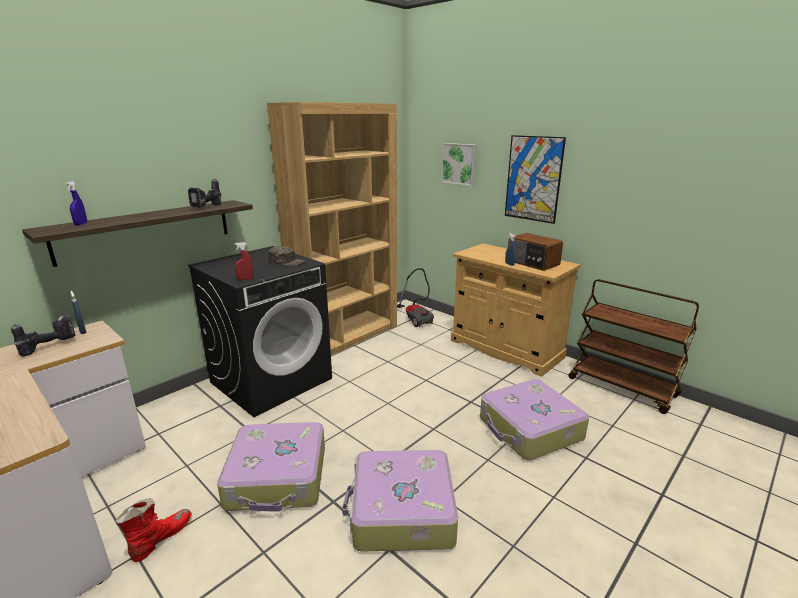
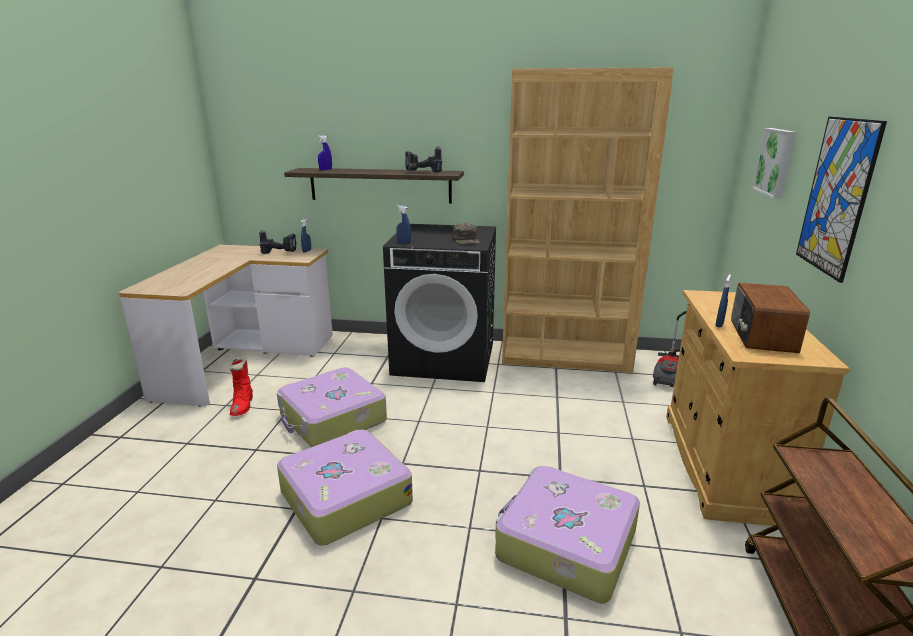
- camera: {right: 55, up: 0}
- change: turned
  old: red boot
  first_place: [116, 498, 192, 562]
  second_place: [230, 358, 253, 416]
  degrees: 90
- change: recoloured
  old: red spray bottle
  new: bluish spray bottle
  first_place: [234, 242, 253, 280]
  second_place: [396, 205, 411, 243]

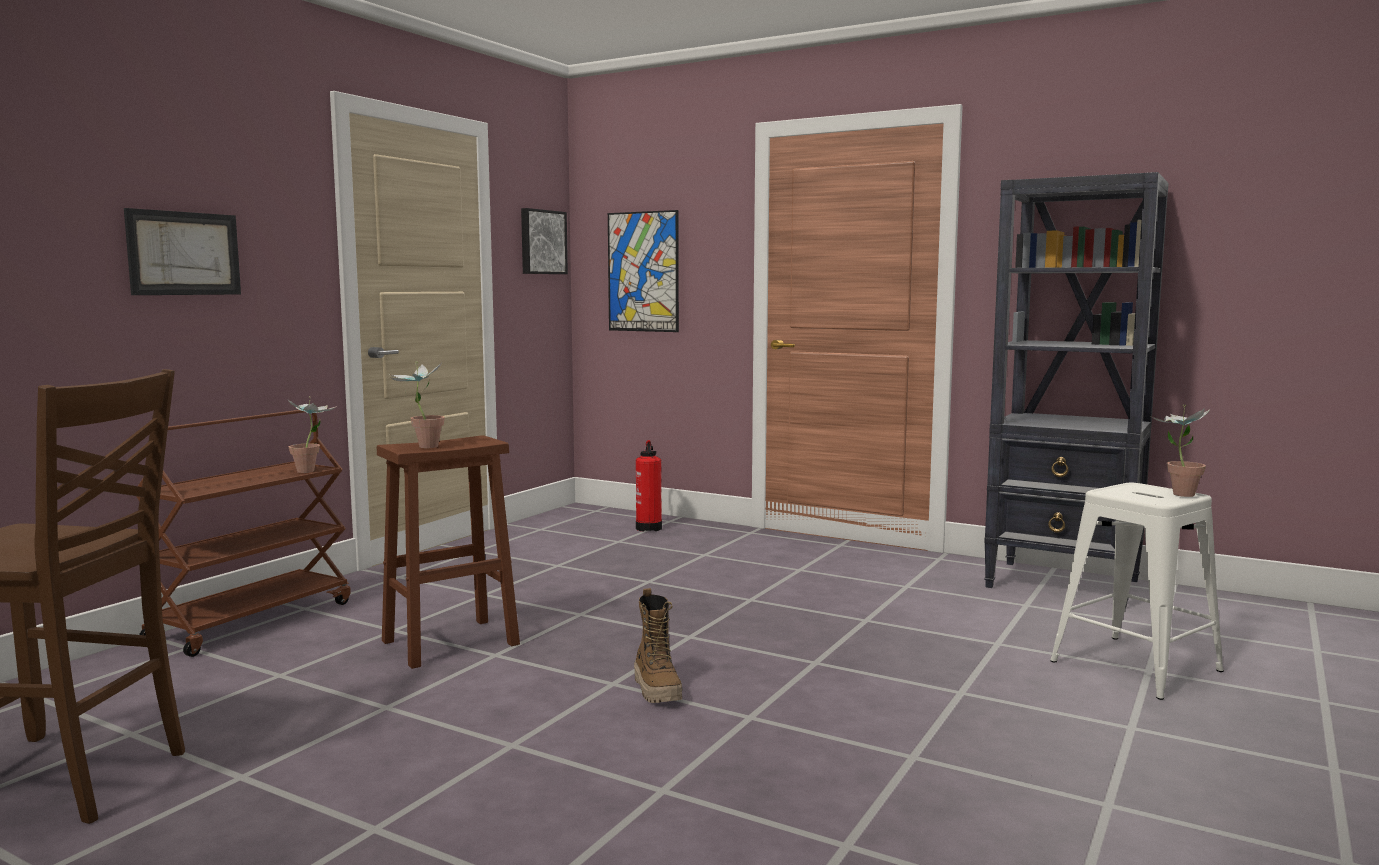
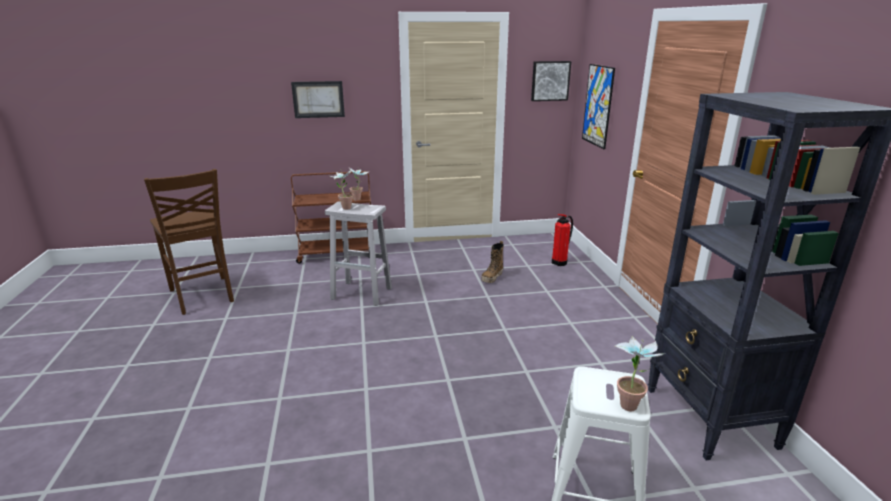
- camera: {right: 50, up: 15}
- change: recoloured
  old: brownish sitting stool
  new: white-coloured sitting stool
  first_place: [377, 435, 520, 669]
  second_place: [325, 201, 392, 306]
- change: moved
  old: boot
  first_place: [634, 588, 682, 703]
  second_place: [481, 241, 504, 283]

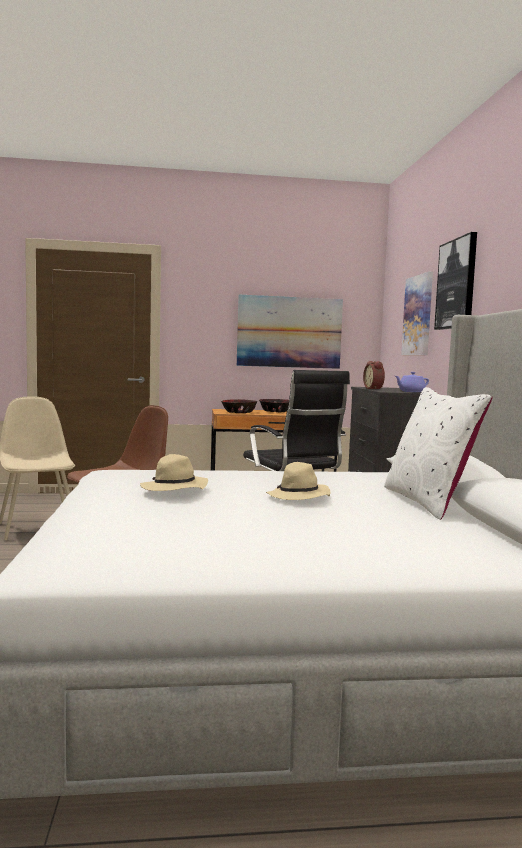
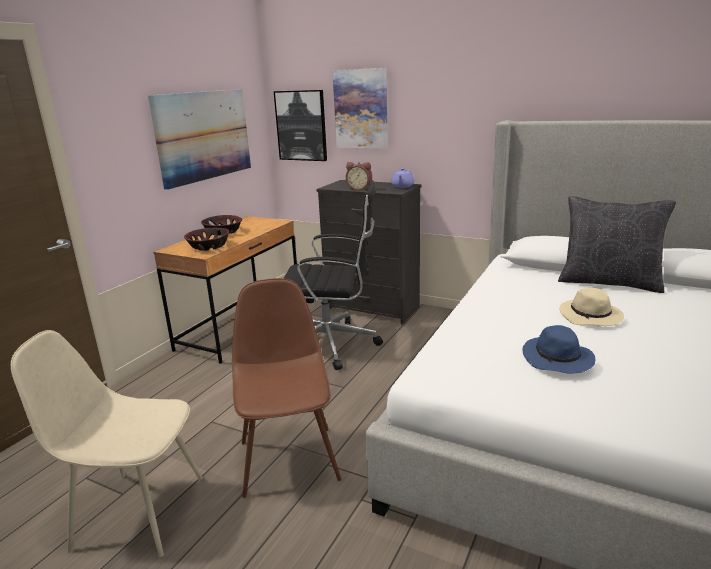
- camera: {right: -55, up: 15}
- change: moved
  old: picture
  first_place: [434, 232, 477, 330]
  second_place: [274, 90, 327, 161]
- change: recoloured
  old: beige clothing hat
  new: bluish clothing hat
  first_place: [140, 454, 208, 491]
  second_place: [522, 325, 596, 373]
- change: recoloured
  old: white-coloured cushion
  new: black-coloured cushion
  first_place: [384, 387, 493, 520]
  second_place: [558, 196, 676, 293]

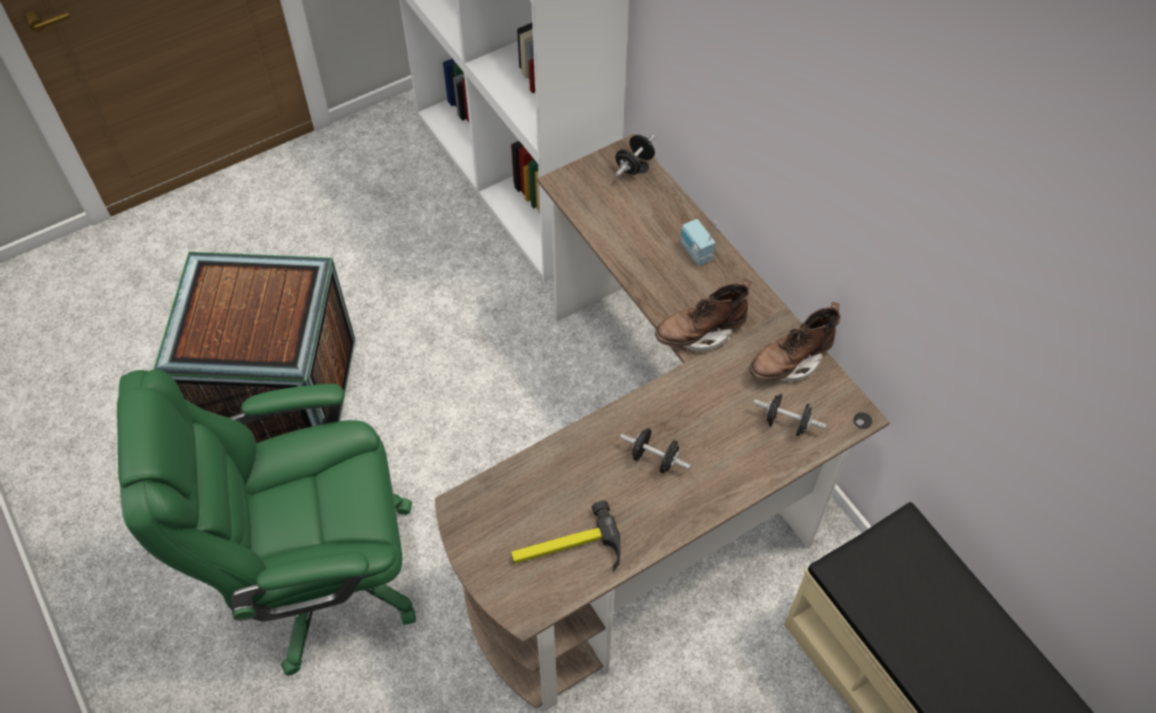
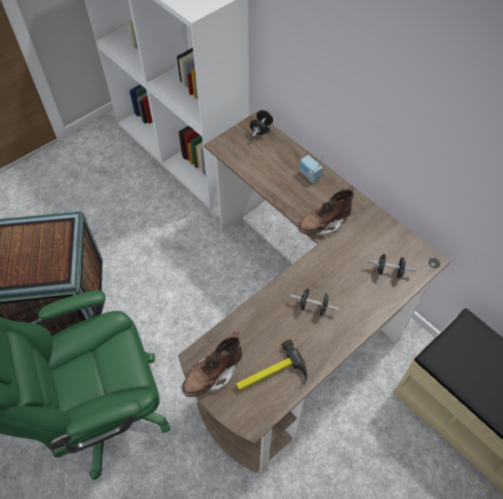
- camera: {right: -10, up: 0}
- change: moved
  old: brownish boot
  first_place: [750, 302, 841, 382]
  second_place: [181, 332, 242, 397]

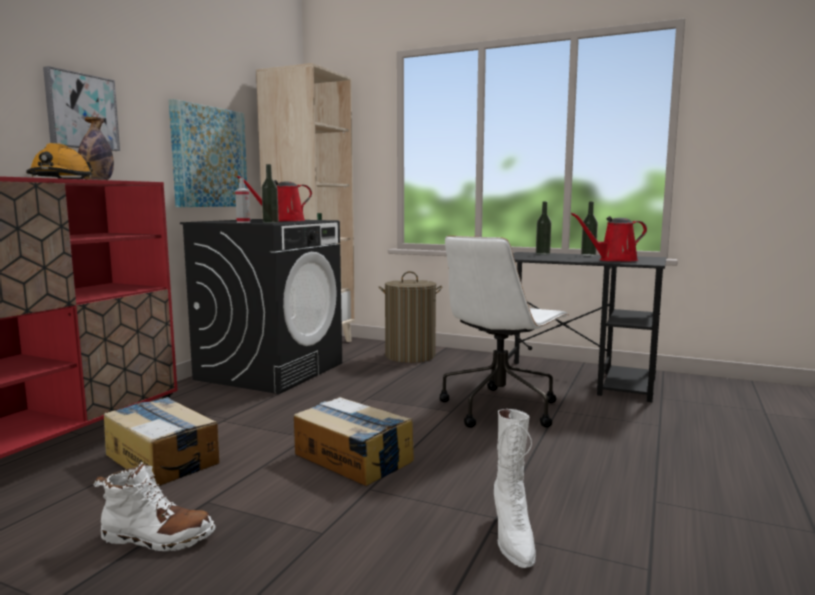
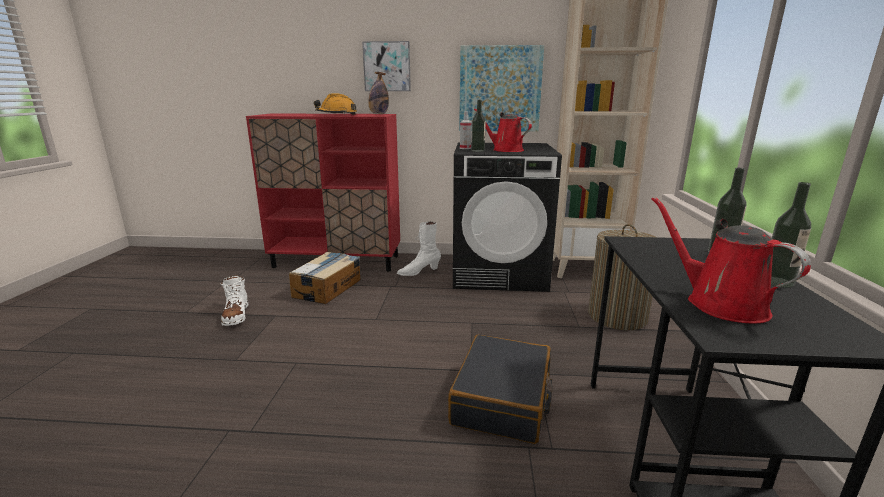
- camera: {right: 70, up: 10}
- change: moved
  old: white-coloured boot
  first_place: [494, 409, 536, 568]
  second_place: [397, 221, 441, 276]
- change: replaced
  old: white-coloured desk chair
  new: black-coloured piece of luggage
  first_place: [440, 236, 569, 428]
  second_place: [448, 335, 553, 444]
- change: removed
  old: cardboard box
  first_place: [294, 397, 414, 486]

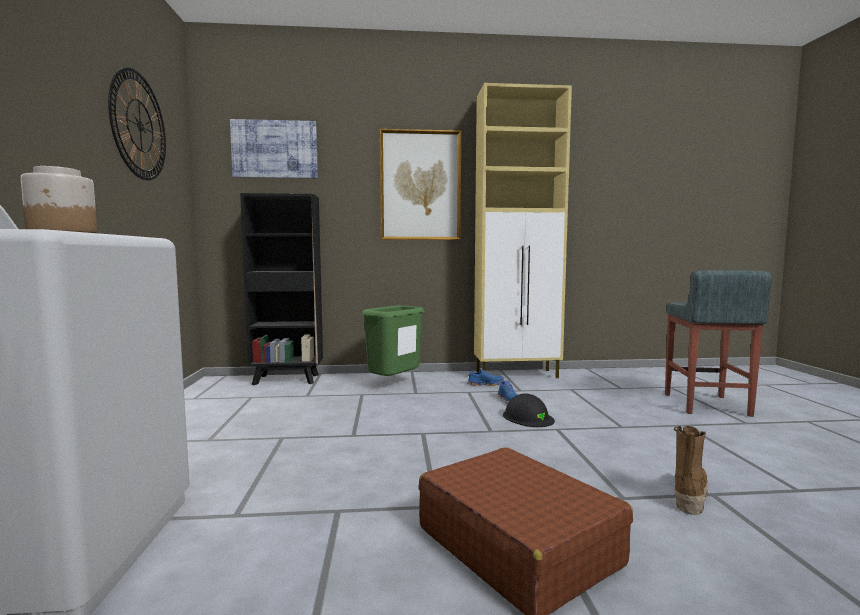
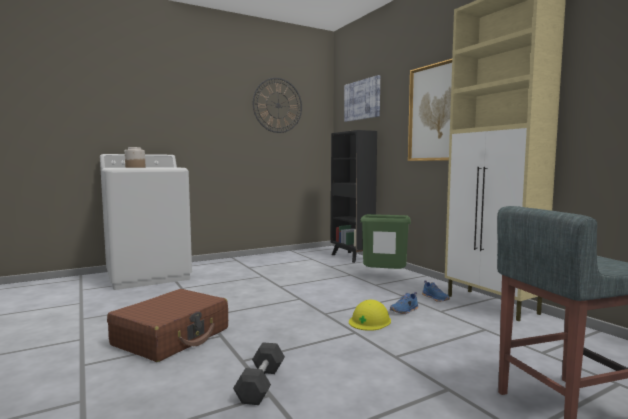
- camera: {right: 65, up: 0}
- change: replaced
  old: boot
  new: black-coloured dumbbell
  first_place: [674, 426, 708, 515]
  second_place: [233, 342, 285, 405]
- change: recoloured
  old: black-coloured hard hat
  new: yellow-coloured hard hat
  first_place: [503, 393, 555, 427]
  second_place: [349, 300, 391, 331]

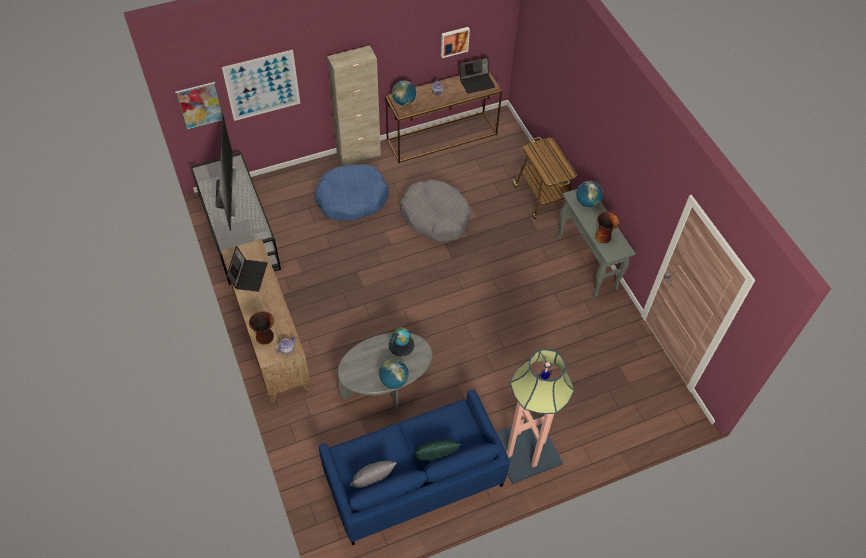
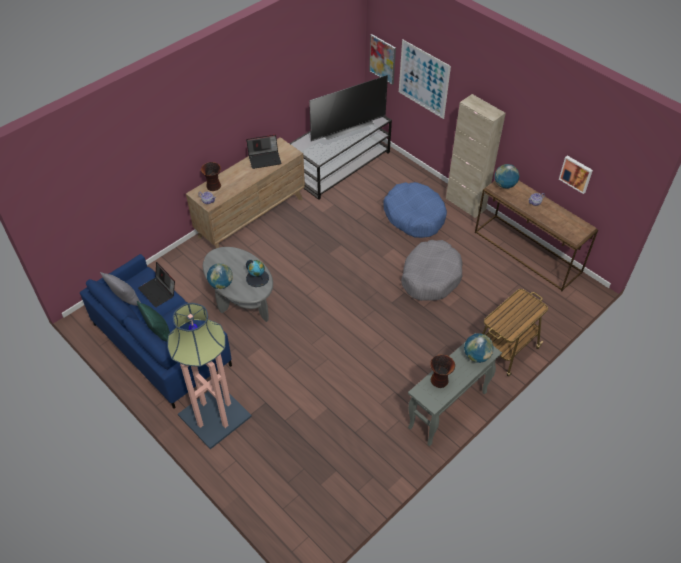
- camera: {right: 70, up: -5}
- change: moved
  old: laptop
  first_place: [459, 57, 495, 94]
  second_place: [138, 262, 175, 307]

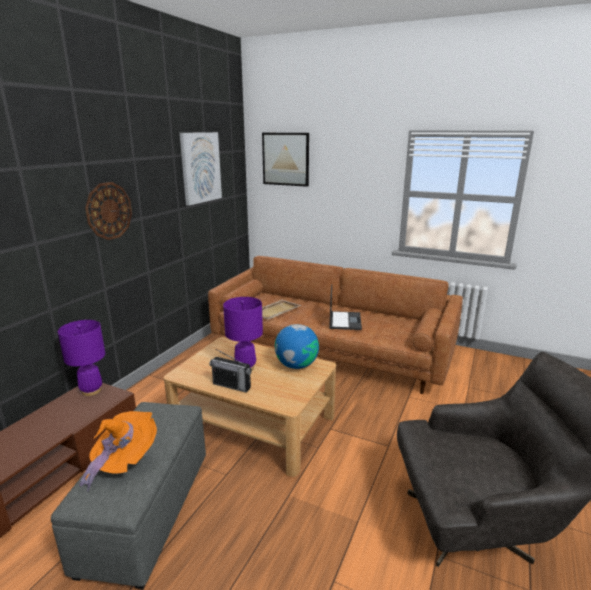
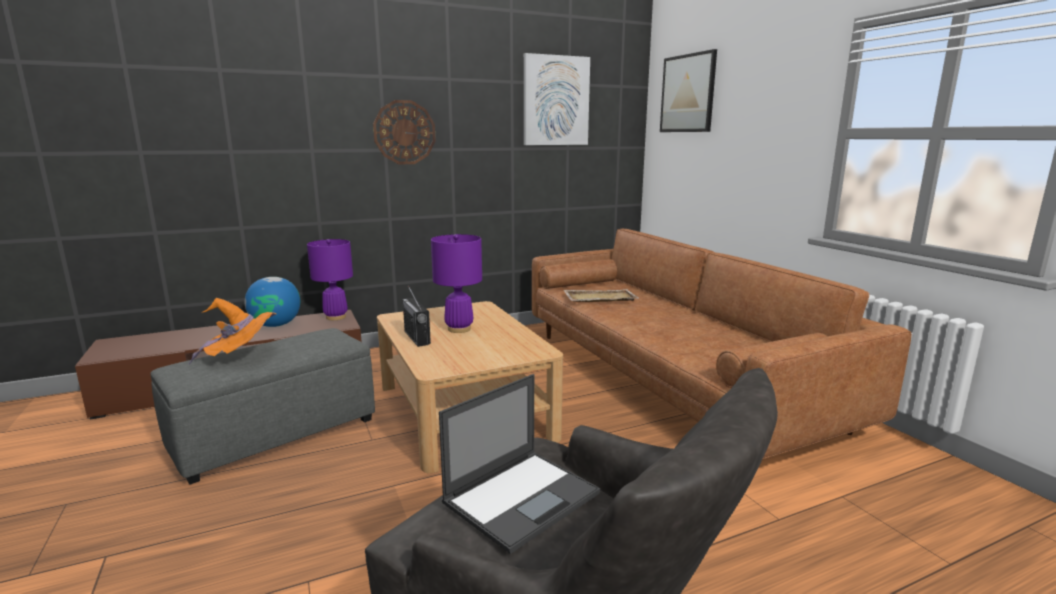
- camera: {right: 40, up: -5}
- change: moved
  old: desk globe
  first_place: [275, 324, 319, 369]
  second_place: [245, 277, 300, 327]
- change: moved
  old: laptop
  first_place: [329, 284, 362, 330]
  second_place: [439, 374, 600, 554]

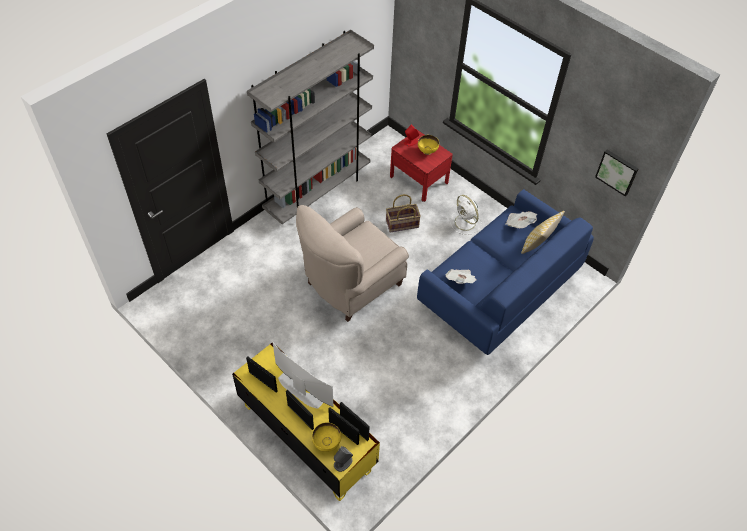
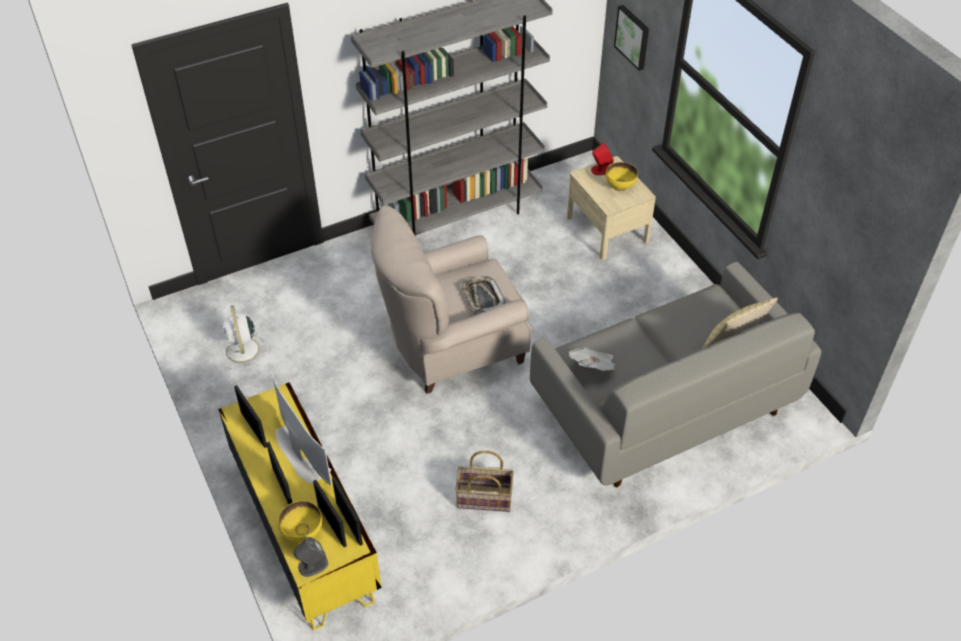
- camera: {right: 20, up: -5}
- change: moved
  old: white-coloured electric fan
  first_place: [450, 195, 482, 235]
  second_place: [219, 305, 268, 369]
- change: moved
  old: storage basket
  first_place: [386, 194, 421, 233]
  second_place: [455, 451, 514, 512]
- change: added
  new: tray
  second_place: [460, 276, 506, 313]
- change: recoloured
  old: bluish couch
  new: grey couch
  first_place: [417, 189, 594, 355]
  second_place: [530, 262, 821, 487]
- change: recoloured
  old: red night table
  new: beige night table
  first_place: [390, 130, 453, 202]
  second_place: [567, 156, 656, 260]
- change: moved
  old: picture
  first_place: [595, 150, 638, 196]
  second_place: [614, 5, 649, 71]
- change: removed
  old: daily paper
  first_place: [505, 211, 537, 228]

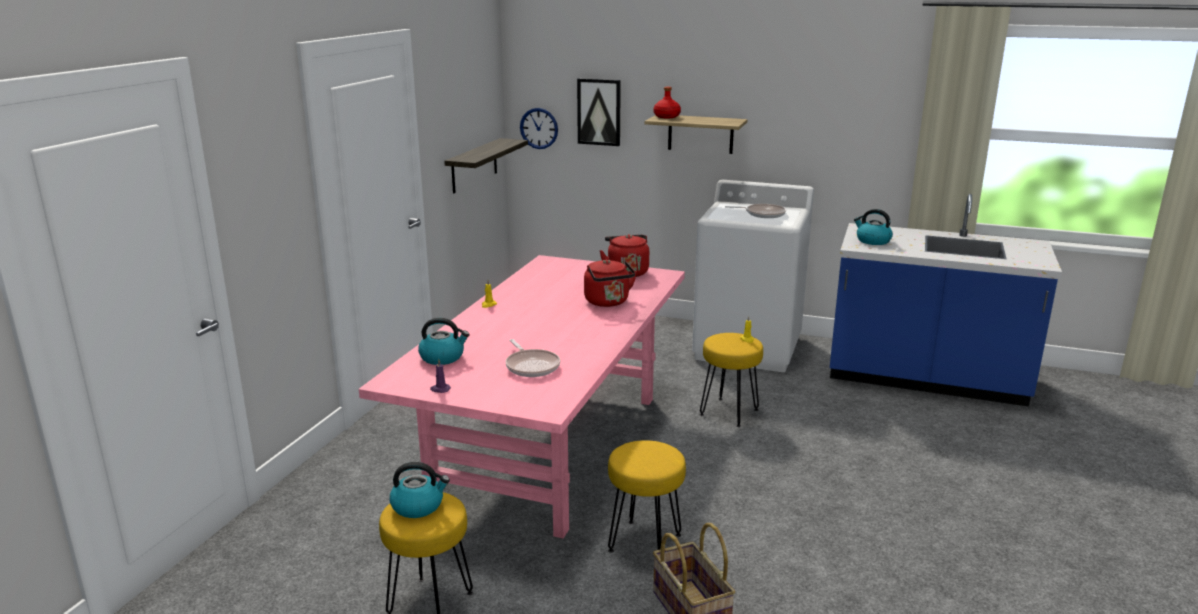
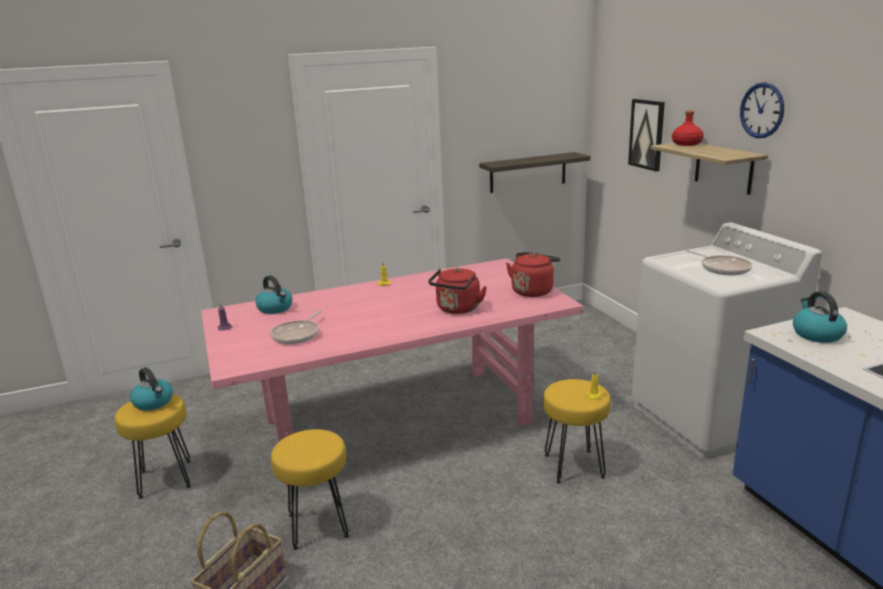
- camera: {right: 50, up: 0}
- change: moved
  old: wall clock
  first_place: [520, 108, 558, 149]
  second_place: [740, 82, 784, 138]

